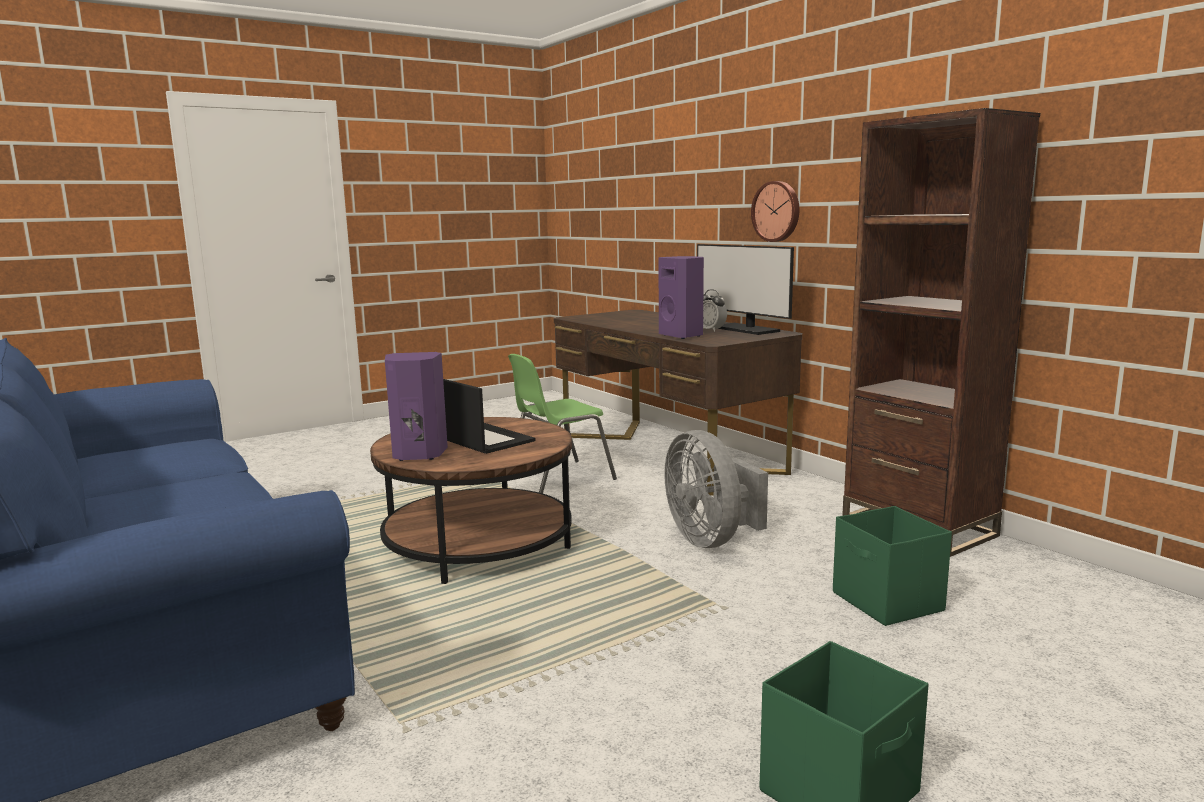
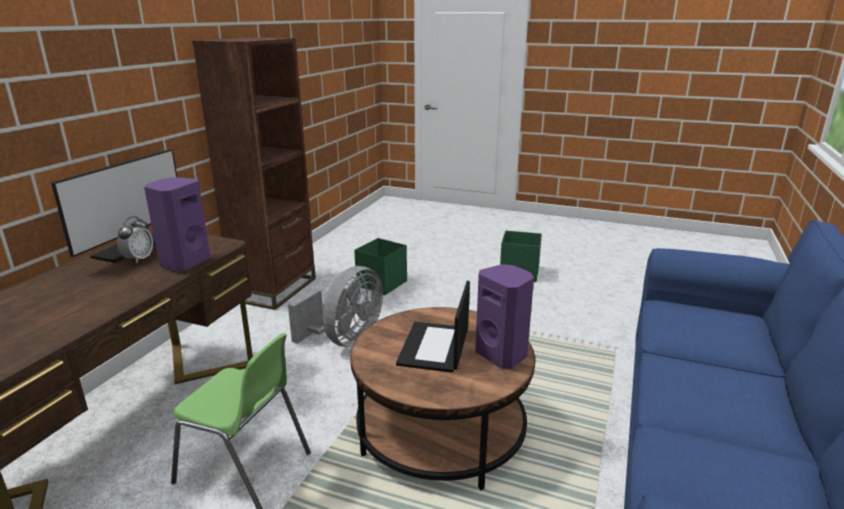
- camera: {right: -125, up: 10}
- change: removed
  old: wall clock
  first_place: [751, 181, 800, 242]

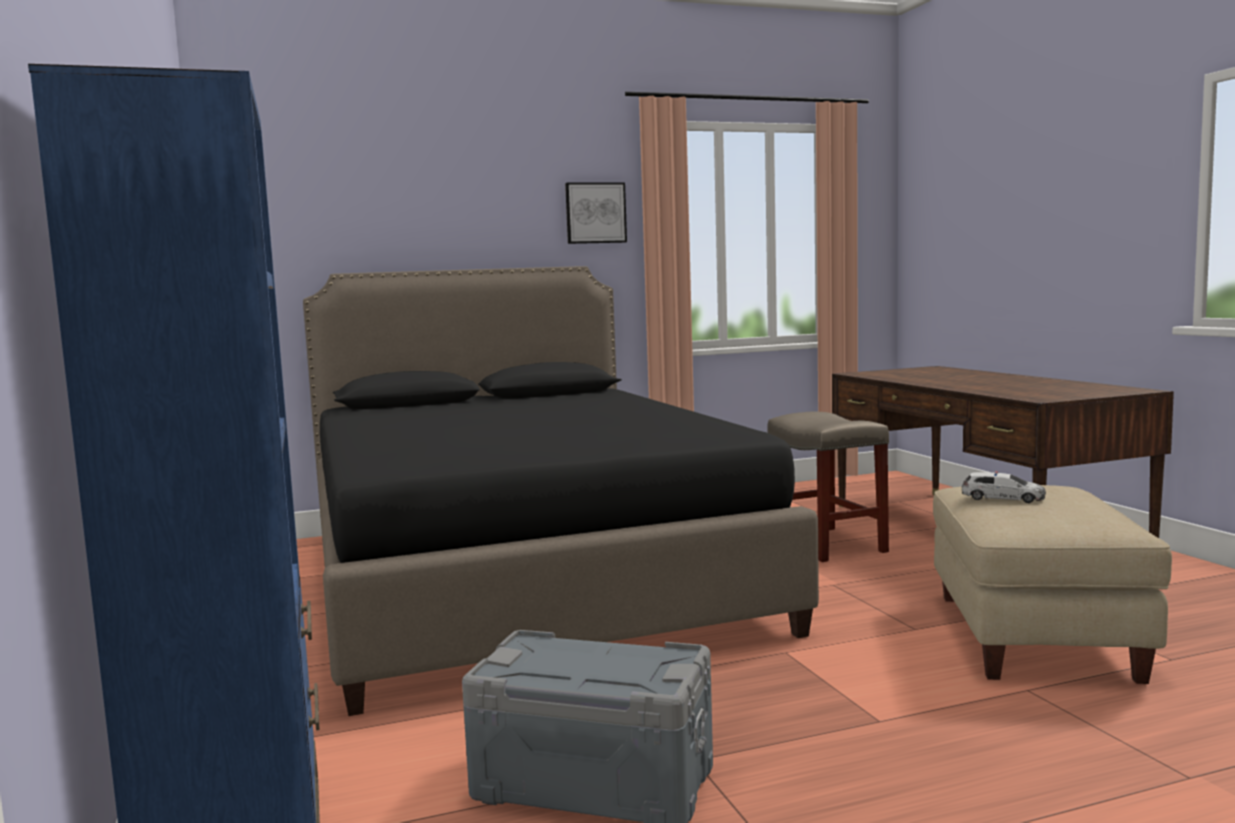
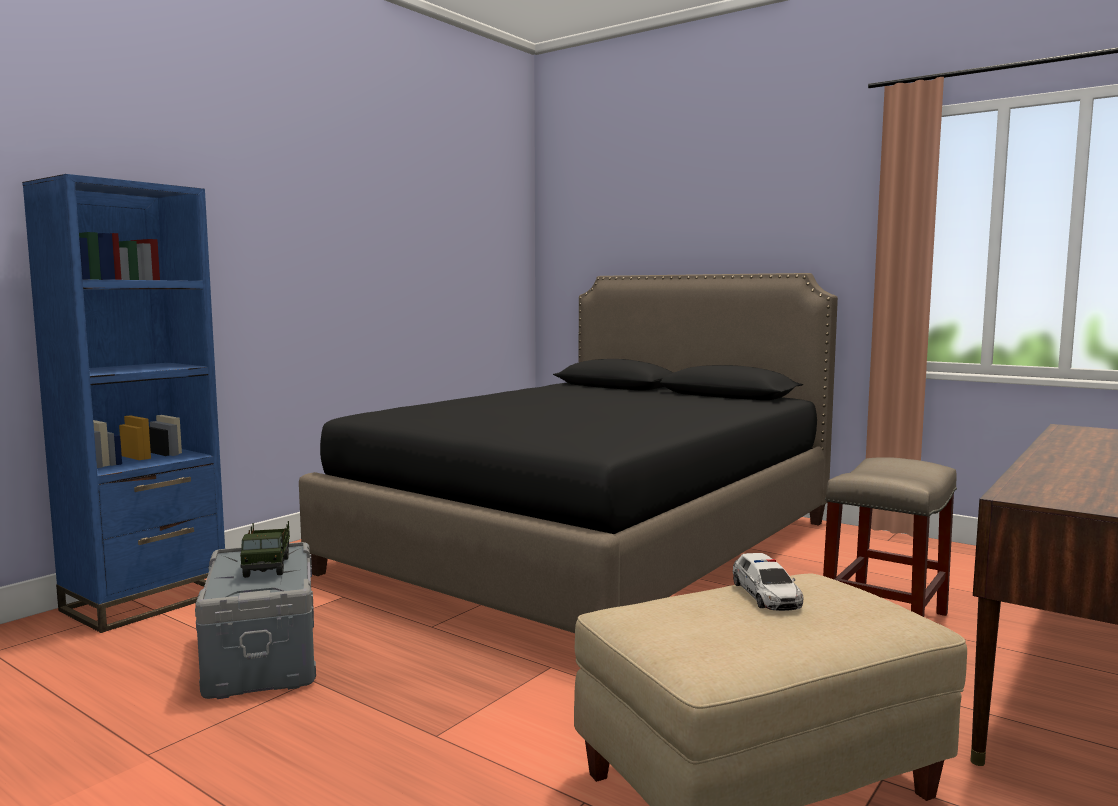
- camera: {right: 55, up: 0}
- change: added
  new: toy truck
  second_place: [240, 521, 290, 578]
- change: removed
  old: picture
  first_place: [565, 183, 627, 244]

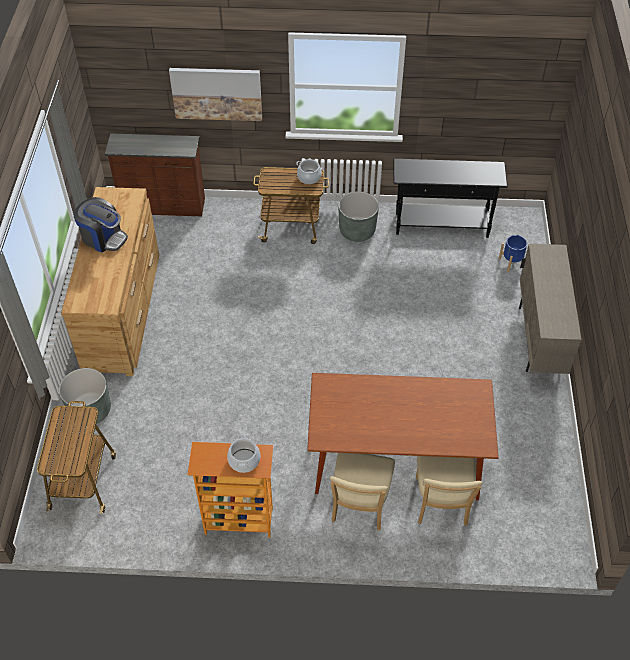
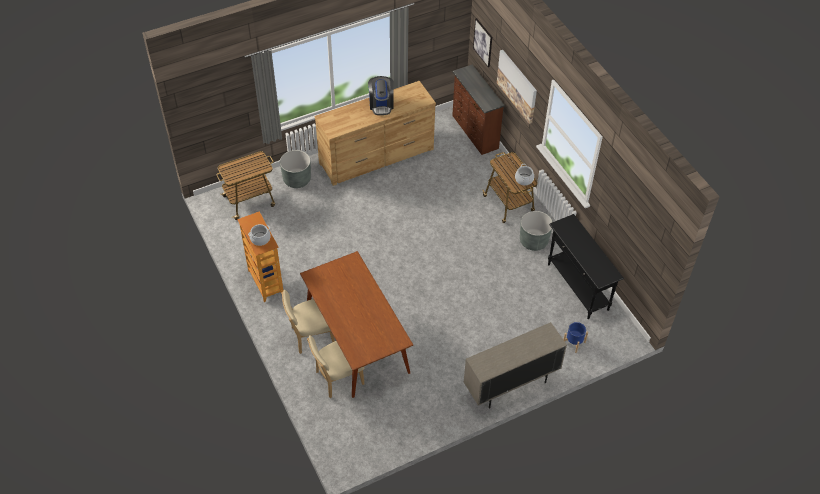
- camera: {right: 60, up: 0}
- change: added
  new: picture
  second_place: [473, 18, 492, 67]

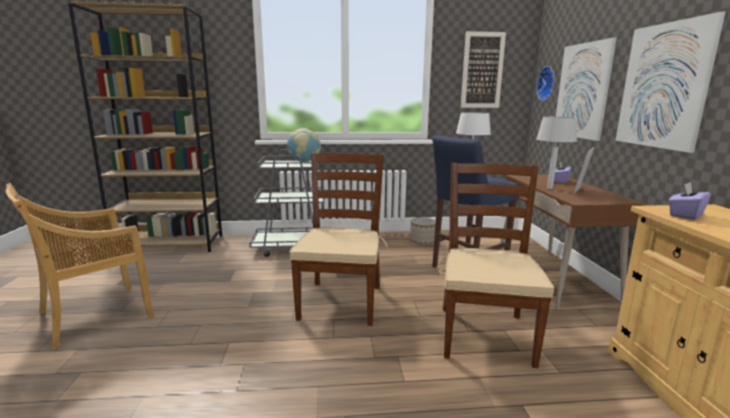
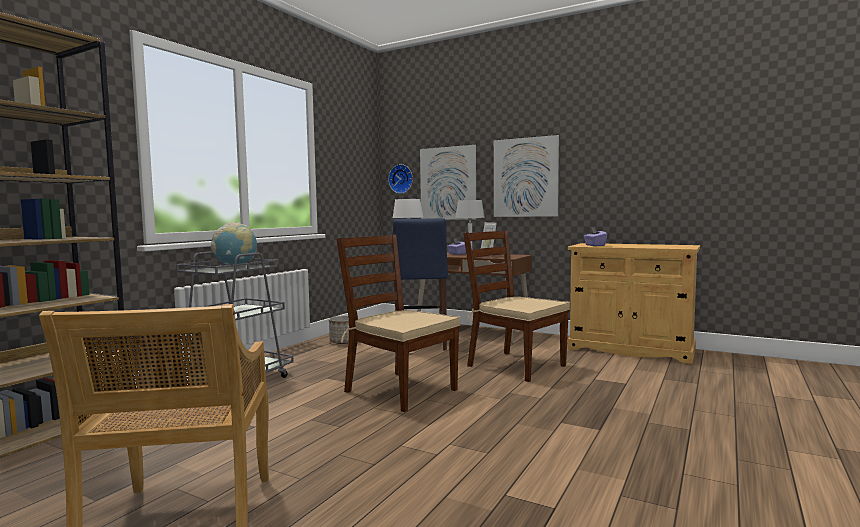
- camera: {right: -55, up: -10}
- change: removed
  old: picture
  first_place: [461, 31, 506, 108]

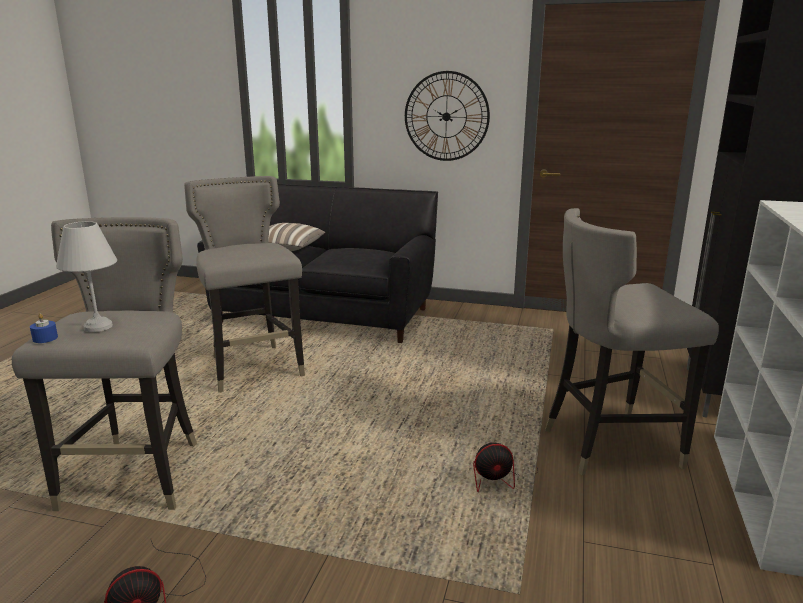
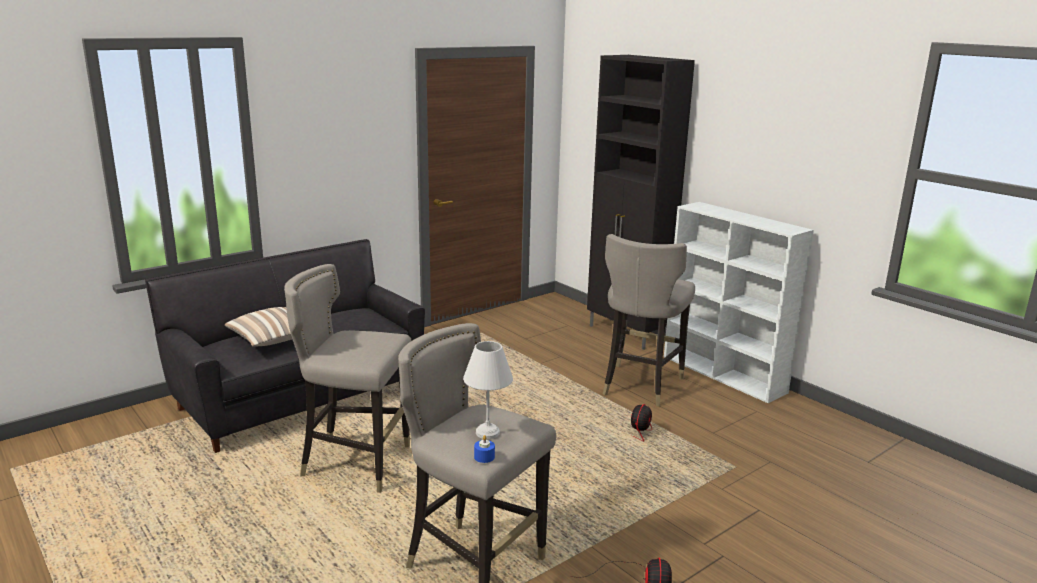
- camera: {right: -55, up: 0}
- change: removed
  old: wall clock
  first_place: [405, 71, 490, 161]

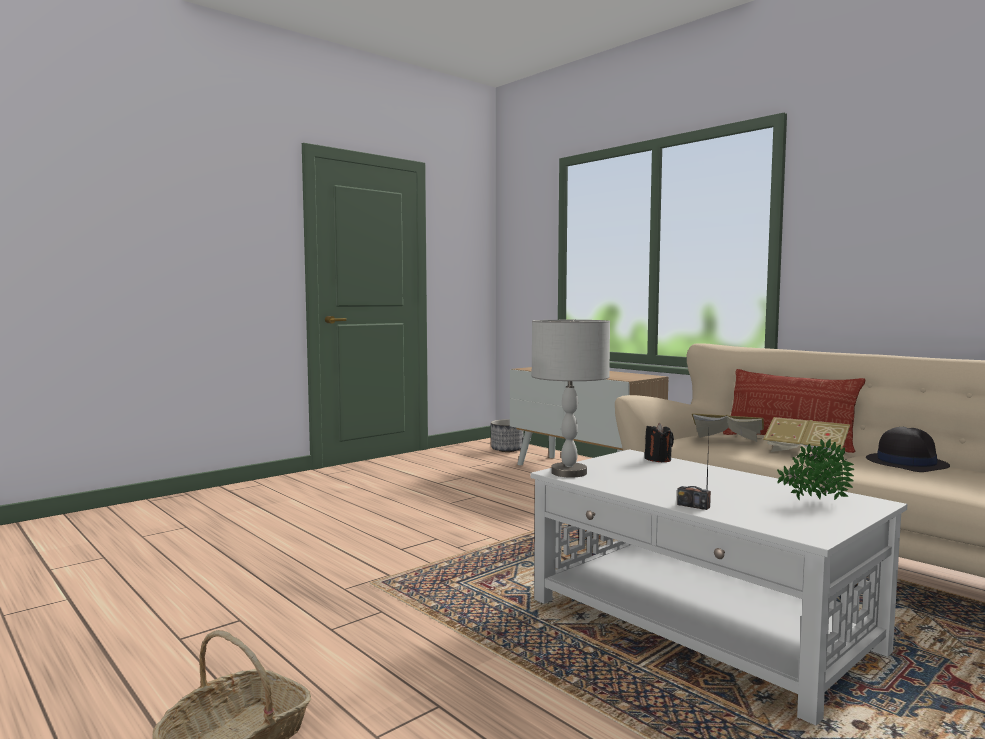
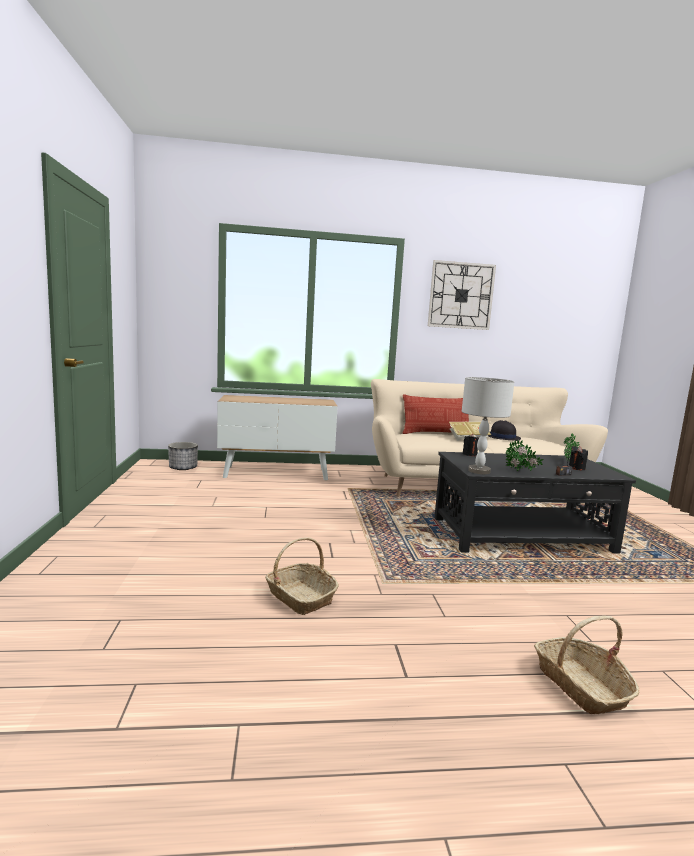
- camera: {right: -55, up: 5}
- change: added
  new: storage basket
  second_place: [265, 537, 339, 615]
- change: added
  new: wall clock
  second_place: [428, 260, 496, 330]
- change: recoloured
  old: white-coloured low table
  new: black-coloured low table
  first_place: [530, 449, 907, 725]
  second_place: [434, 452, 636, 554]
- change: added
  new: plant in a pot
  second_place: [505, 440, 543, 471]
- change: added
  new: black-coloured candle
  second_place: [569, 446, 588, 470]
- change: removed
  old: bound book
  first_place: [692, 413, 764, 442]

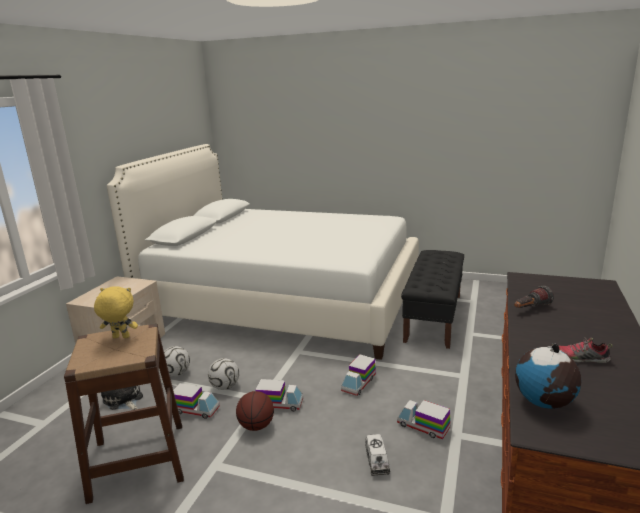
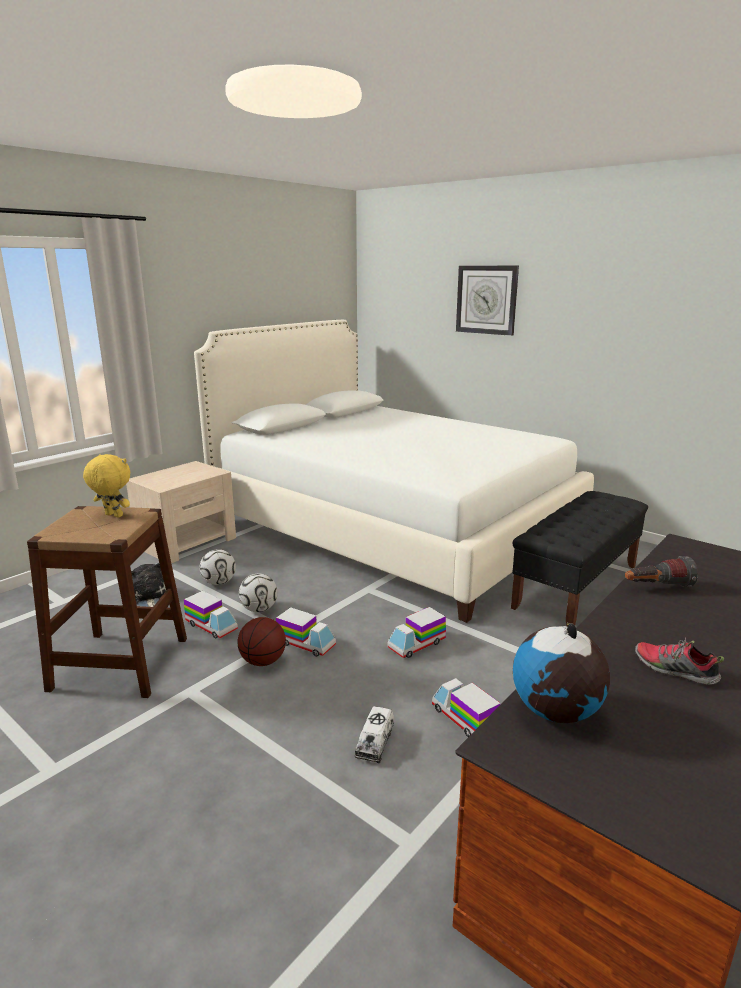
- camera: {right: 20, up: 0}
- change: added
  new: wall clock
  second_place: [456, 265, 519, 336]

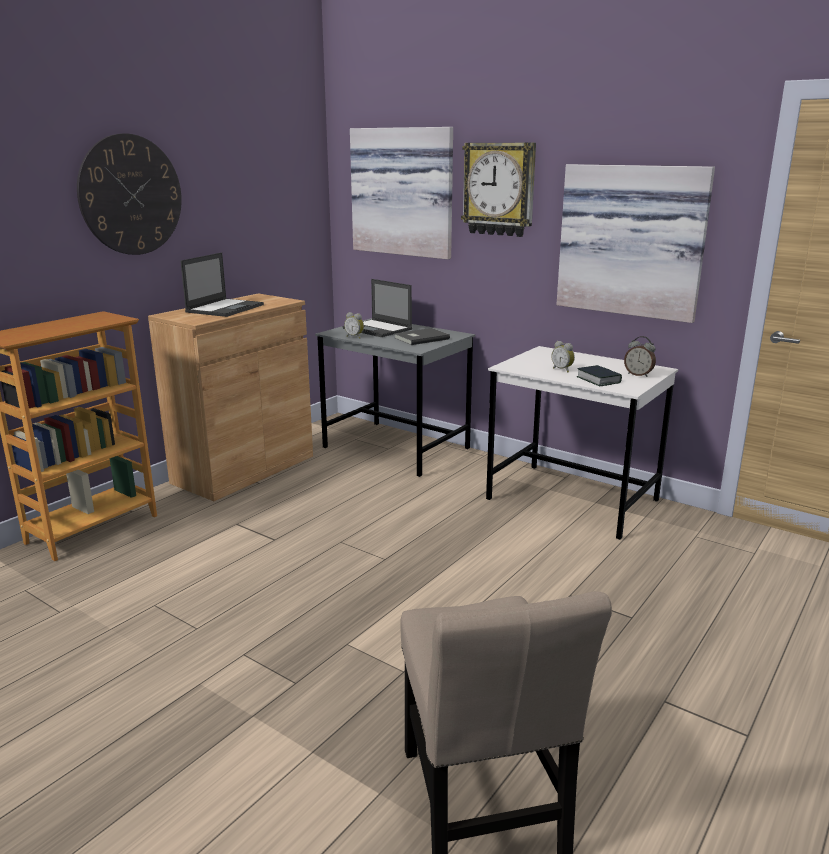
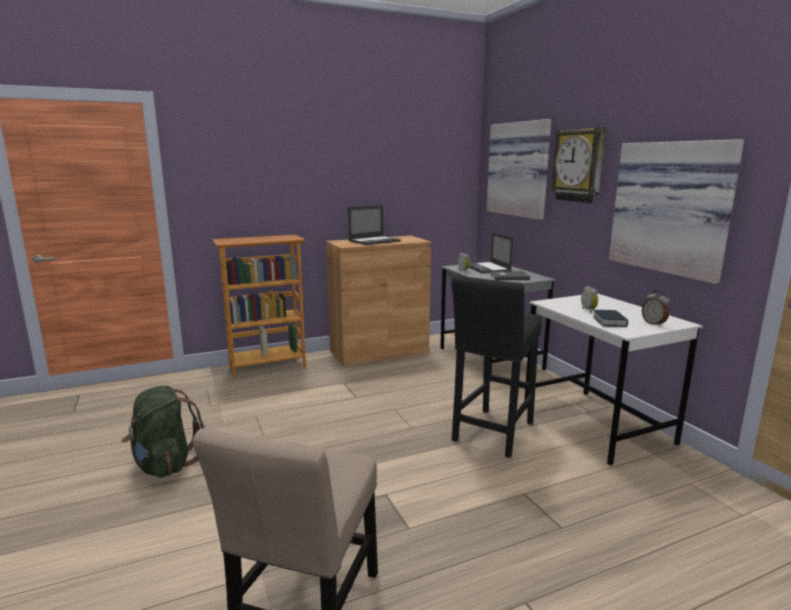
- camera: {right: 30, up: -5}
- change: added
  new: green-coloured knapsack
  second_place: [122, 385, 206, 478]
- change: added
  new: black-coloured sitting stool
  second_place: [451, 275, 542, 458]
- change: removed
  old: wall clock
  first_place: [77, 134, 182, 255]

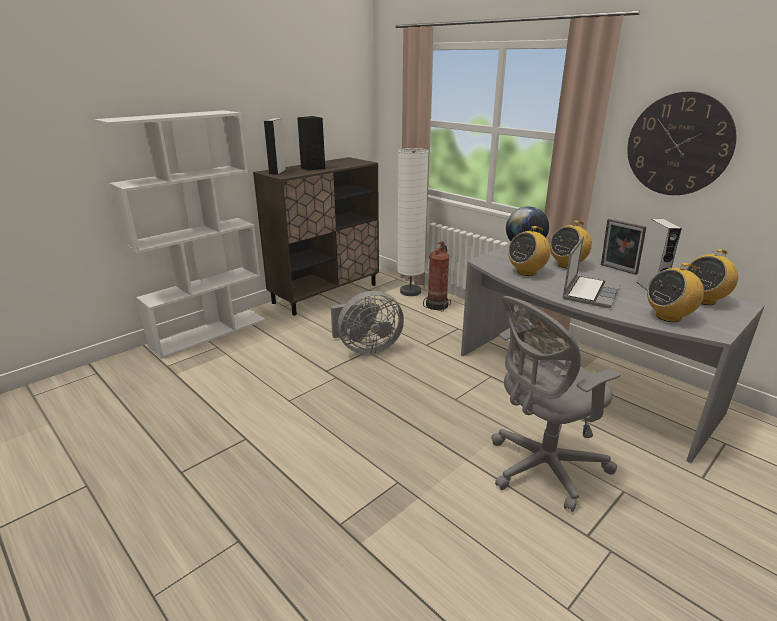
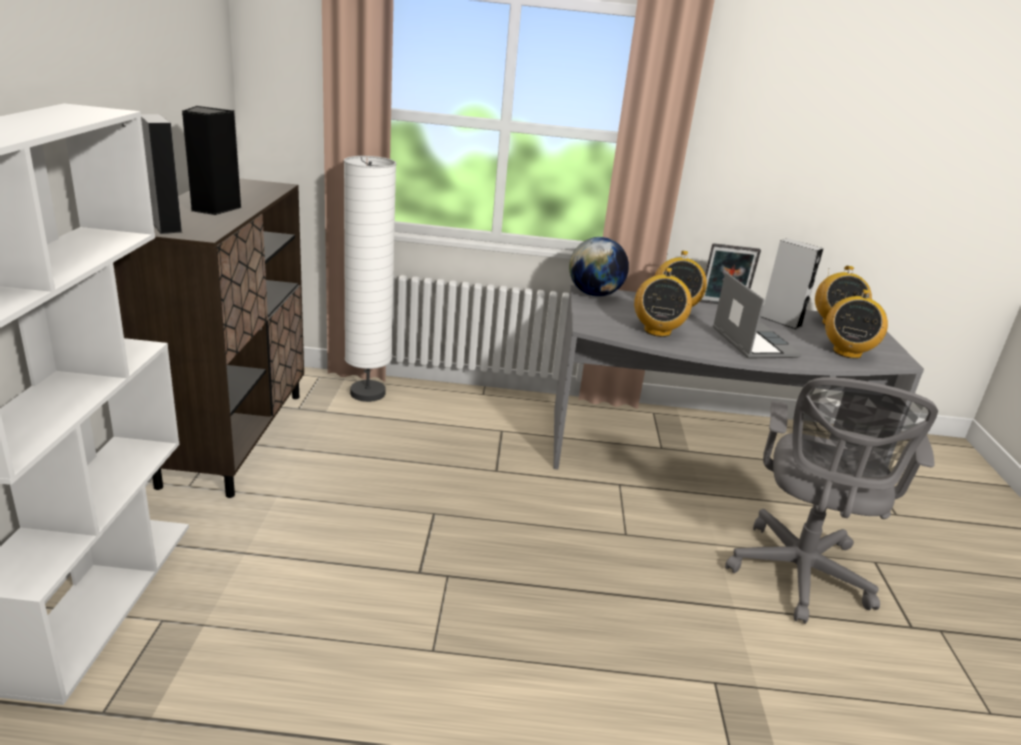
- camera: {right: -45, up: 0}
- change: removed
  old: grey electric fan
  first_place: [331, 291, 404, 355]
- change: removed
  old: fire extinguisher
  first_place: [423, 241, 451, 311]
- change: removed
  old: wall clock
  first_place: [627, 91, 737, 195]

